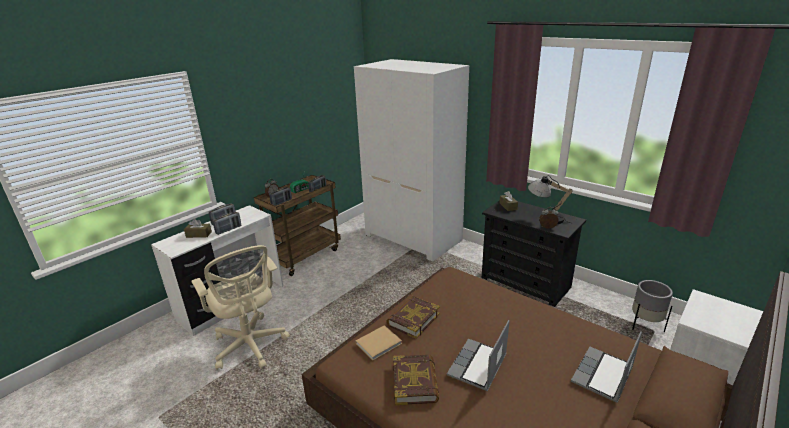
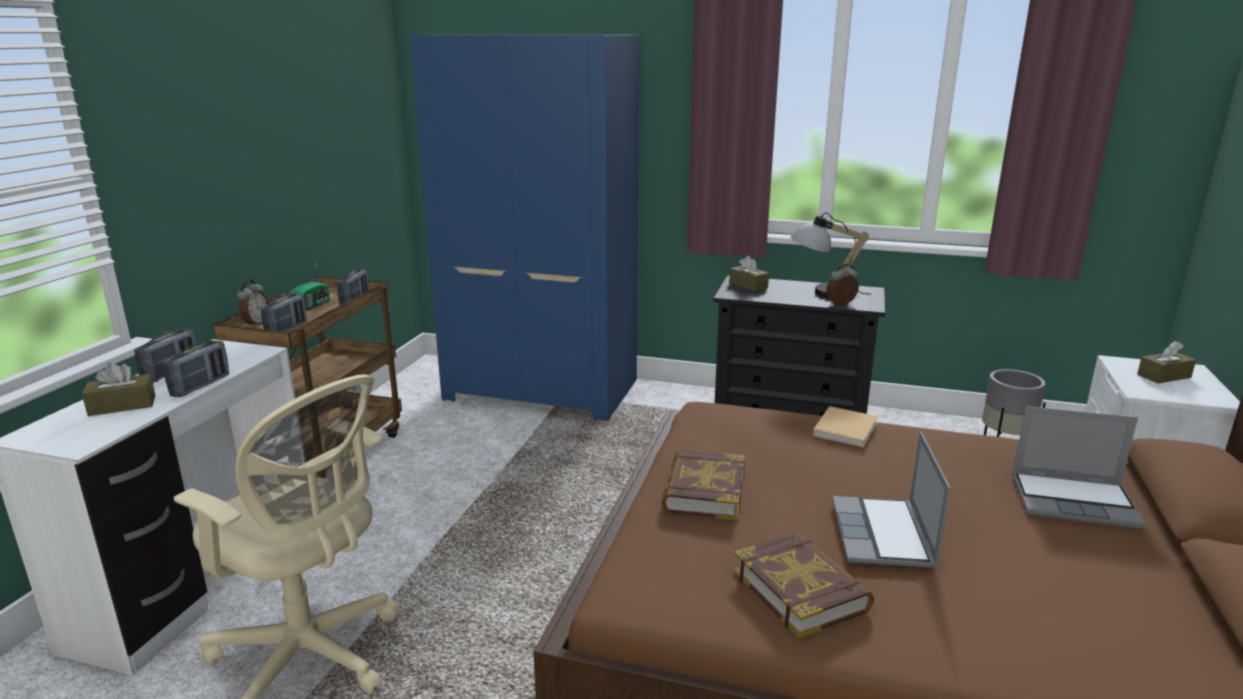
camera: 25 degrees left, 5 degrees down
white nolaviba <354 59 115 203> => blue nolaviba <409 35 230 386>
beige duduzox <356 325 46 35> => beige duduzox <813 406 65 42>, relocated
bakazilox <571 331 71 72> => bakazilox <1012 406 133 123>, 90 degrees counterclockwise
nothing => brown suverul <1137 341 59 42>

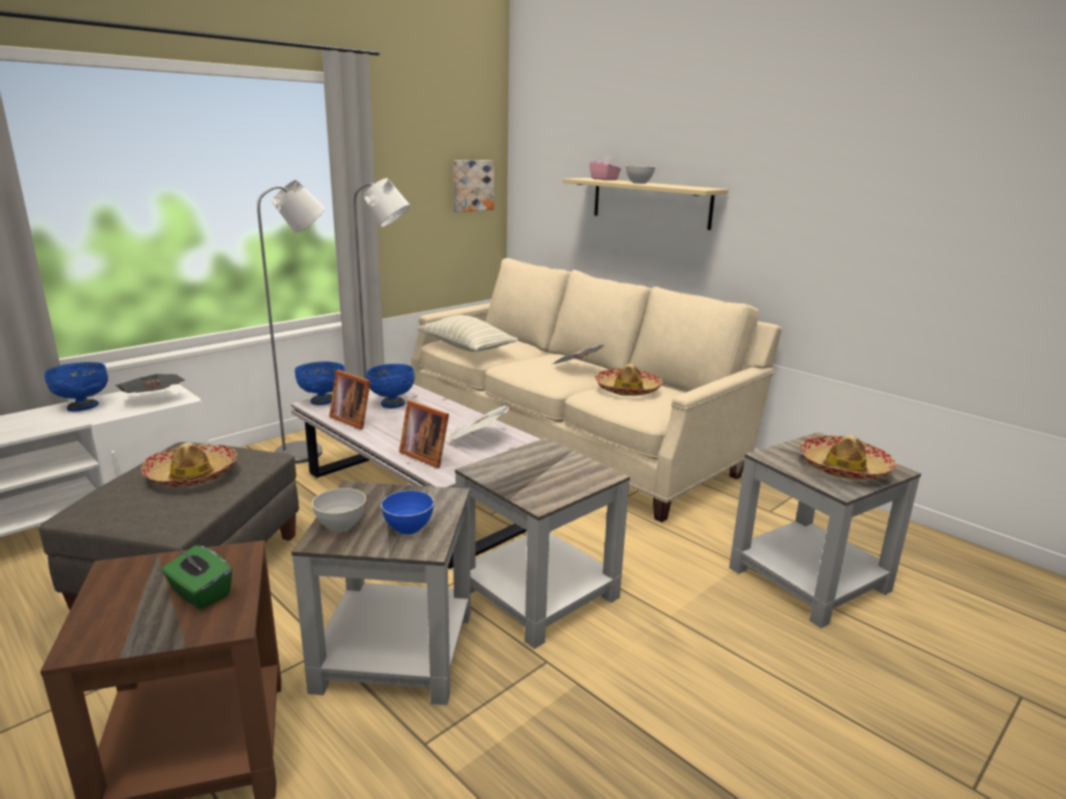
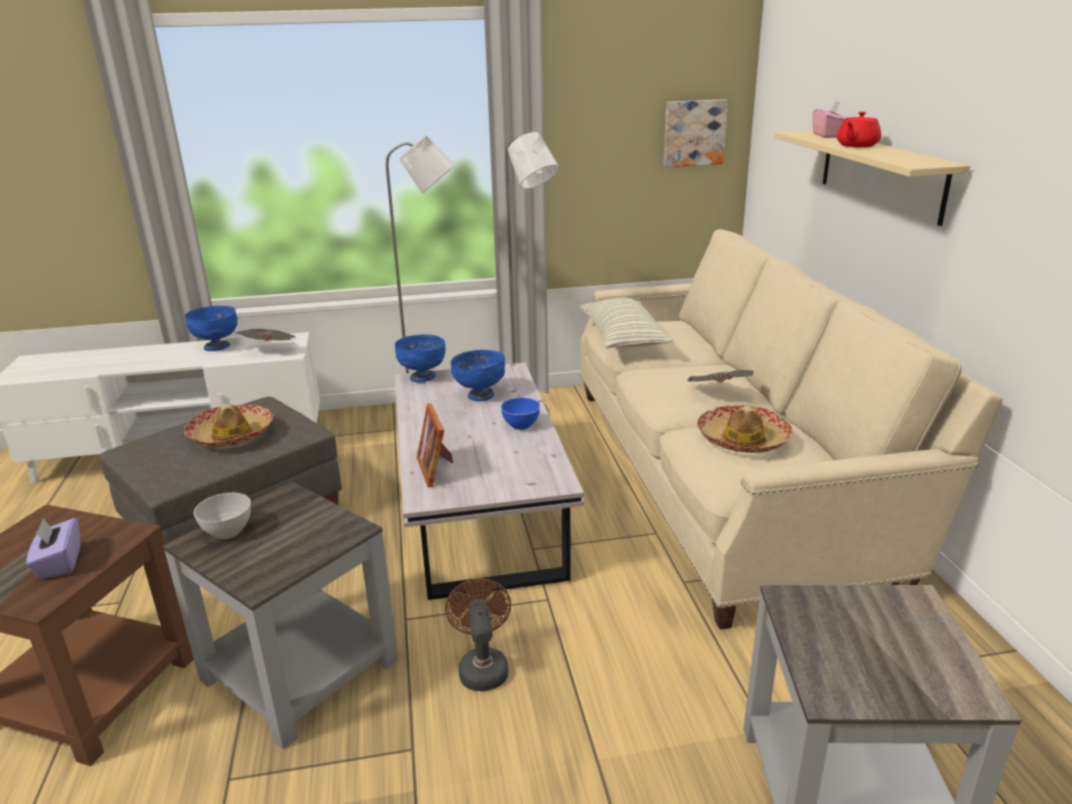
camera: 35 degrees right, 5 degrees up
green suverul <162 545 70 65> => purple suverul <26 518 55 61>
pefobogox <329 370 42 60> => nothing
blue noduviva <381 491 53 43> => blue noduviva <501 398 39 32>, relocated
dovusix <448 405 61 37> => nothing
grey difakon <455 438 175 211> => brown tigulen <445 578 66 113>
grey noduviva <626 165 29 19> => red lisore <837 112 44 36>
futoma <800 435 96 45> => nothing

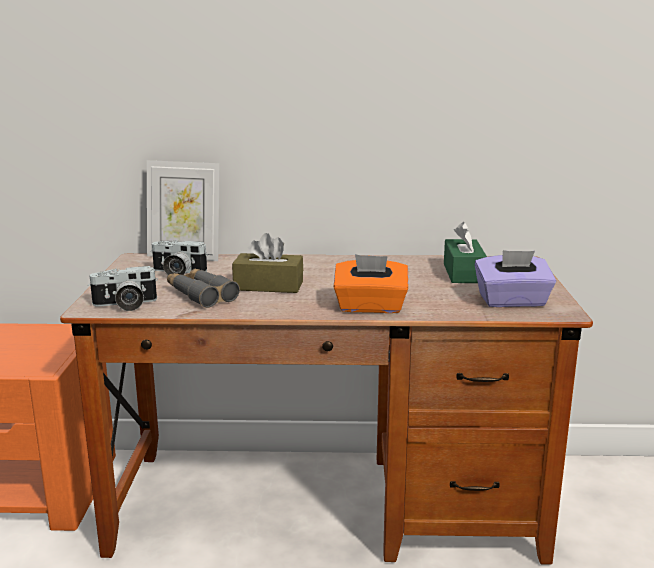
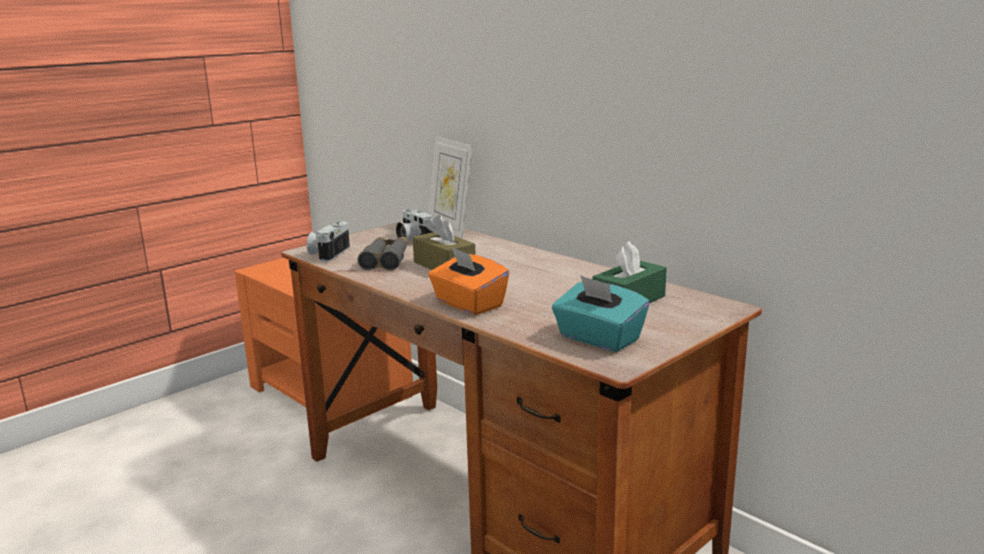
camera: 45 degrees right, 0 degrees up
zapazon <88 266 70 45> => zapazon <307 221 43 41>, 75 degrees clockwise
purple suverul <475 250 81 57> => turquoise suverul <552 275 97 77>

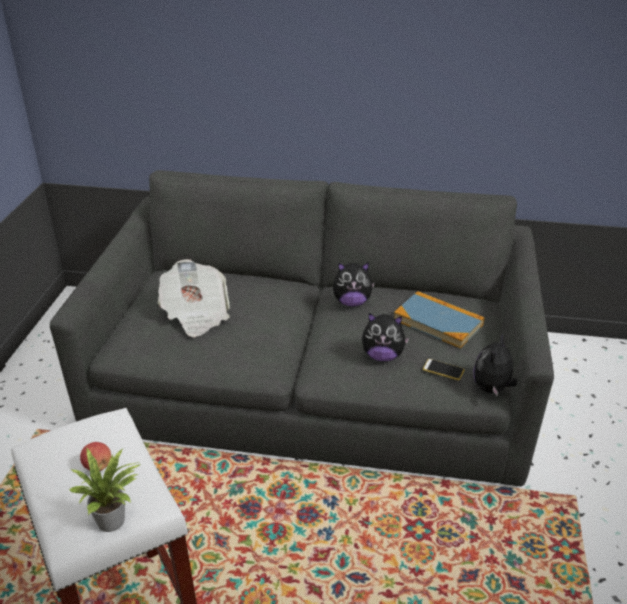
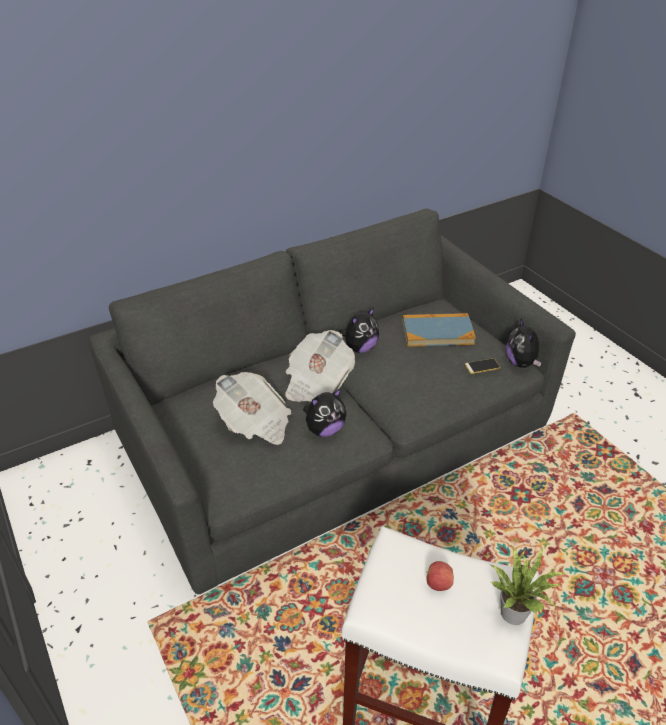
camera: 40 degrees left, 5 degrees up
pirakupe <362 313 48 48> => pirakupe <303 389 43 48>, relocated
nothing => dovusix <285 330 70 72>

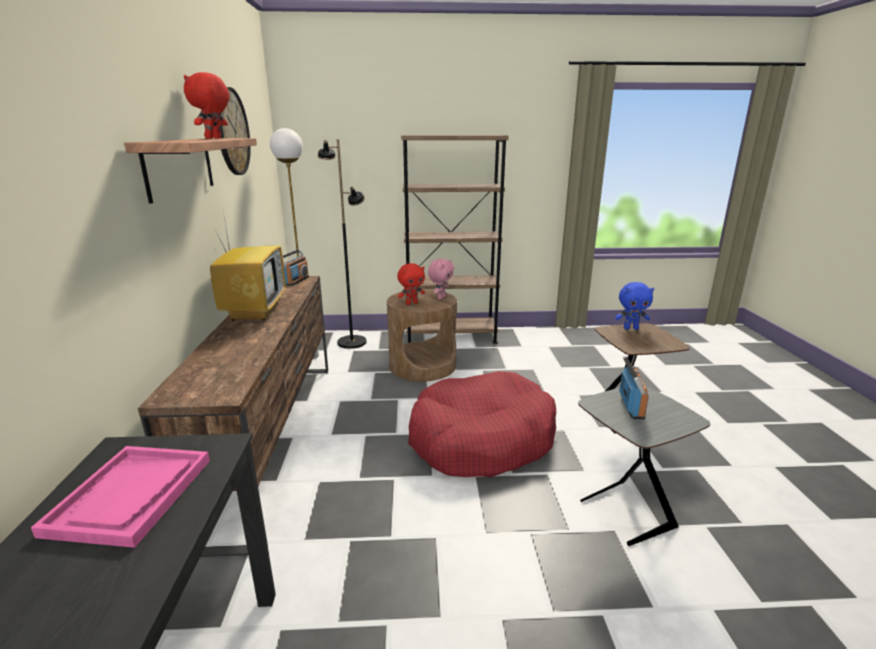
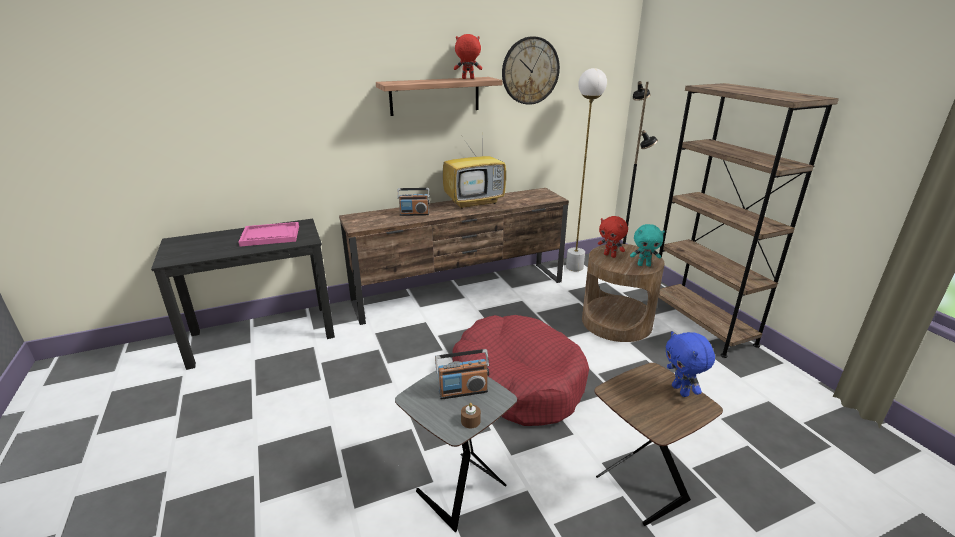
camera: 70 degrees right, 5 degrees up
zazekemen <282 249 27 37> => zazekemen <397 188 33 28>, relocated
pink pirakupe <428 259 26 41> => turquoise pirakupe <630 224 35 42>
nothing => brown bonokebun <461 403 20 25>

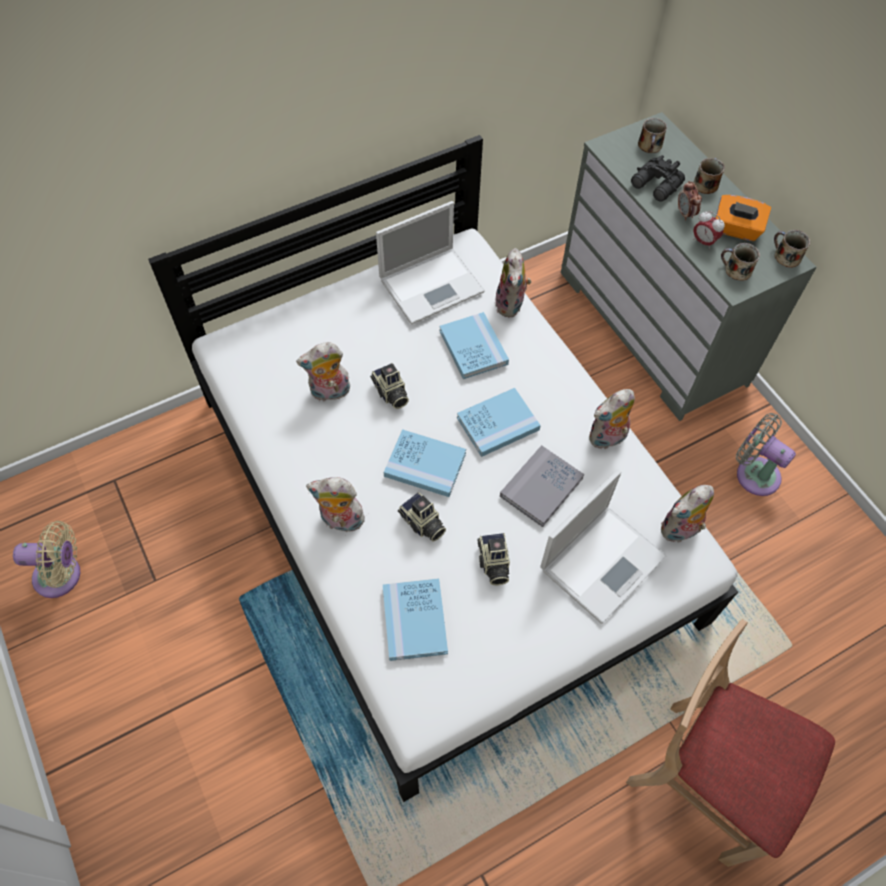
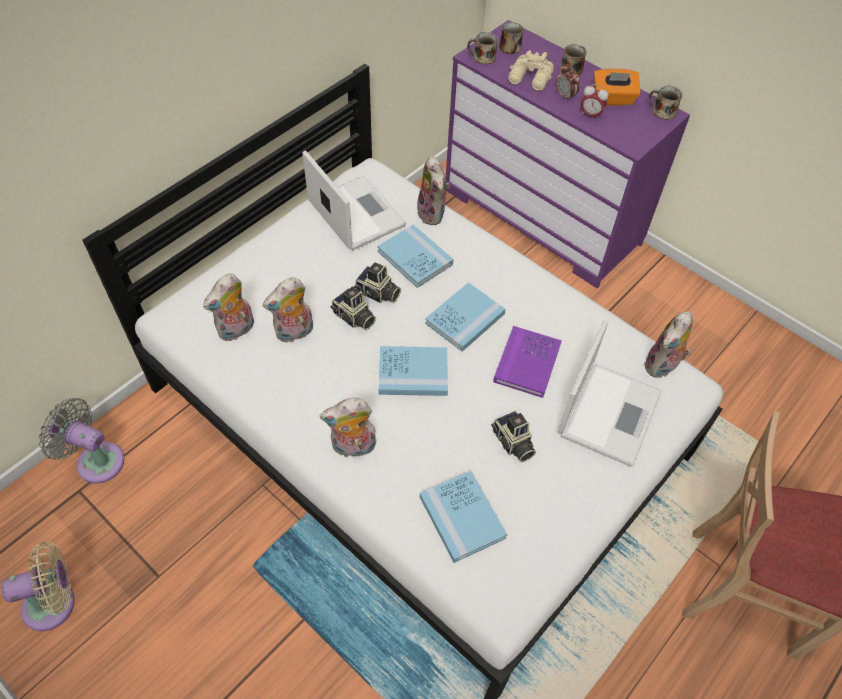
camera: 20 degrees left, 5 degrees down
bakazilox <376 201 109 124> => bakazilox <302 150 104 101>, 75 degrees counterclockwise
zapazon <398 492 48 50> => zapazon <354 262 47 41>, relocated
grey duduzox <500 445 84 82> => purple duduzox <493 326 69 72>
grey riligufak <561 112 256 309> => purple riligufak <446 20 244 268>
pirakupe <589 389 46 61> => pirakupe <203 273 51 69>, relocated
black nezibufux <631 155 54 47> => beige nezibufux <508 50 46 41>
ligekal <721 243 39 38> => ligekal <467 32 31 32>, relocated
grey tigulen <736 413 60 83> => grey tigulen <39 398 86 86>, relocated

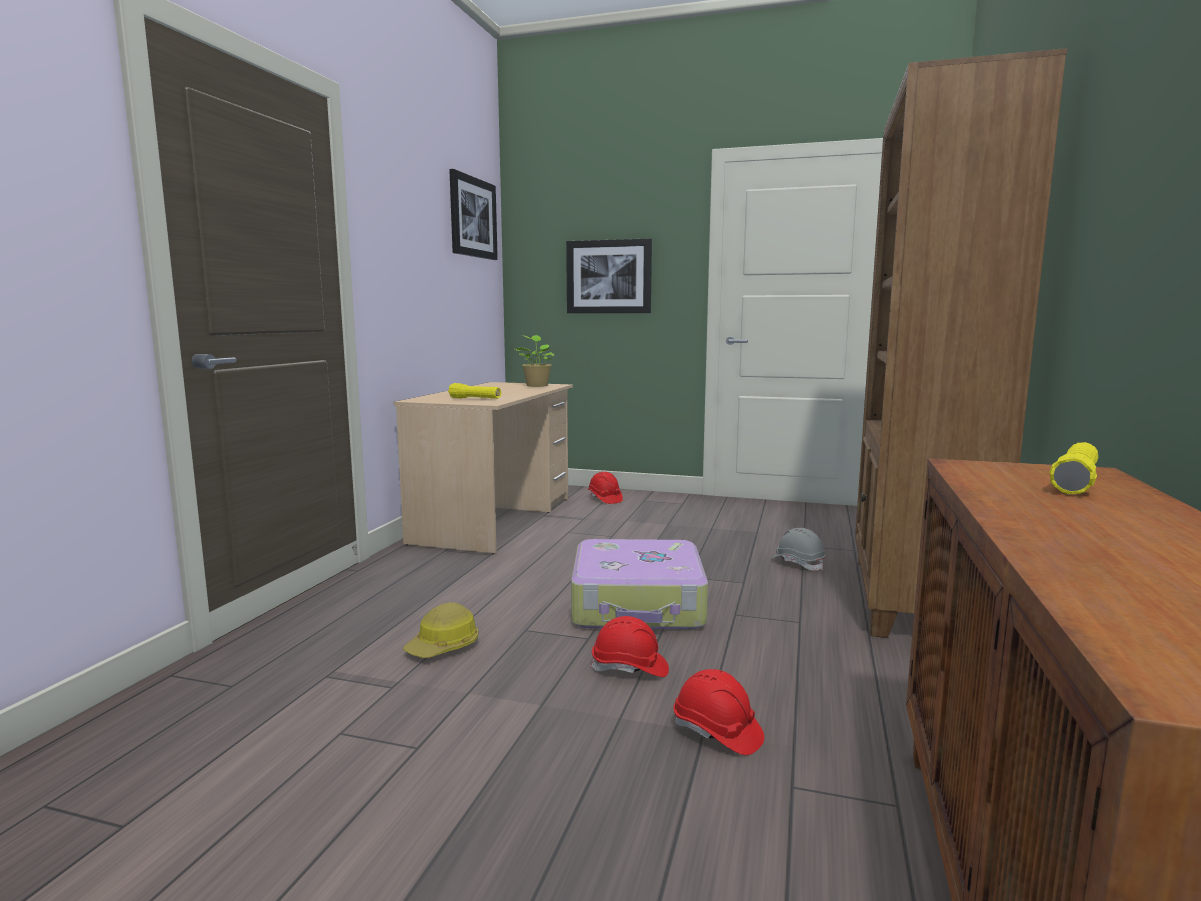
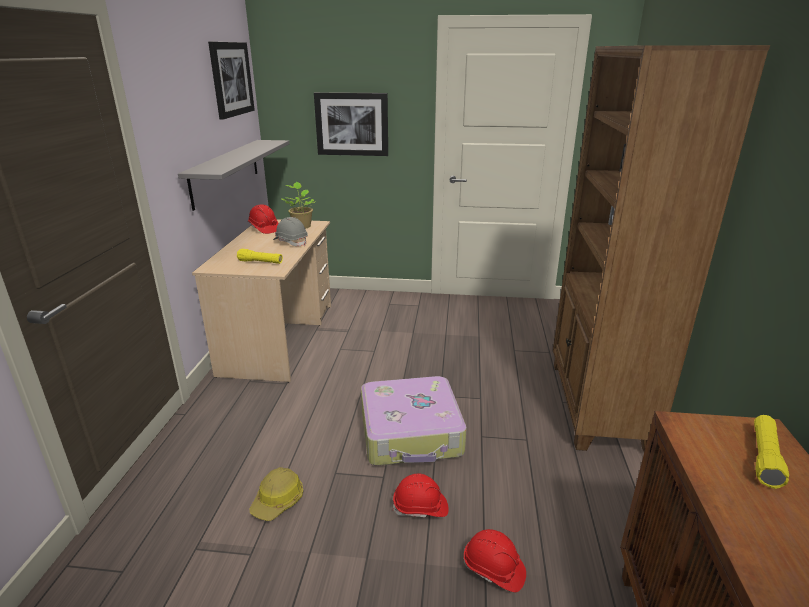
camera: 10 degrees left, 15 degrees up
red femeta <588 472 35 32> => red femeta <248 204 31 30>, relocated
grey femeta <771 528 55 43> => grey femeta <273 217 35 29>, relocated
nothing => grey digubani <178 140 111 71>

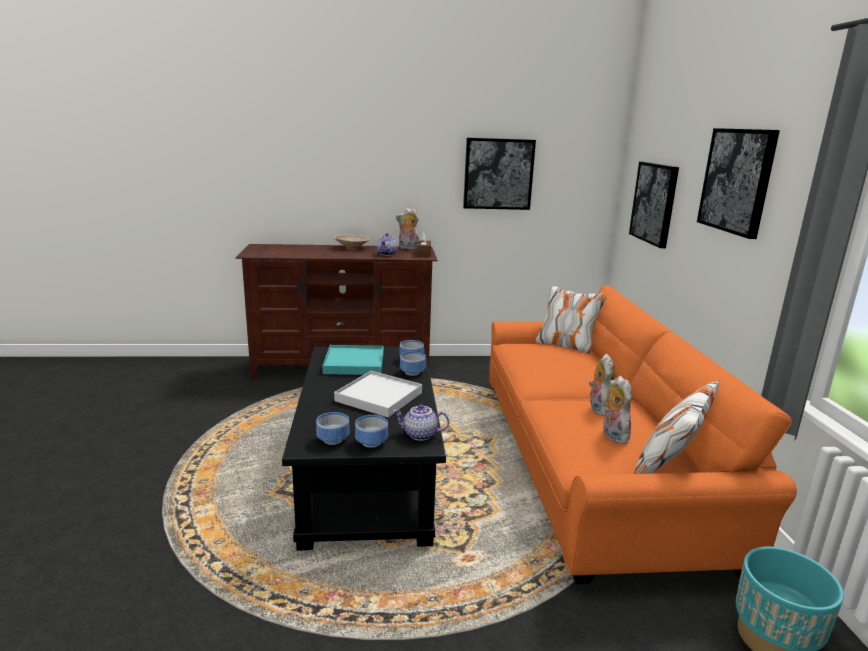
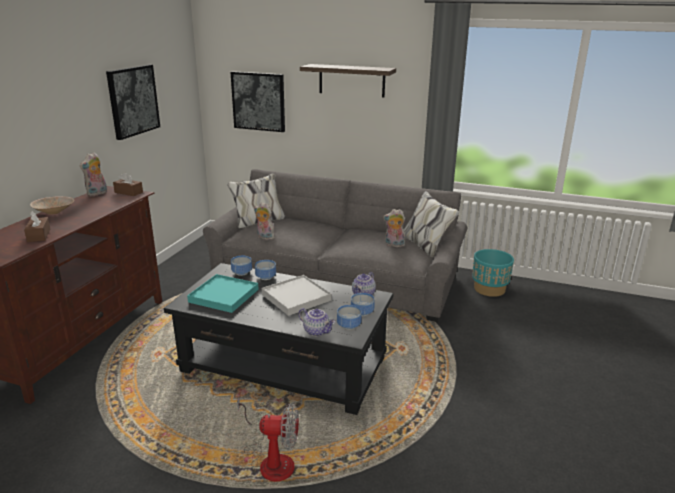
camera: 65 degrees left, 5 degrees up
lisore <376 233 22 23> => lisore <299 308 36 28>, relocated
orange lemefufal <489 285 308 299> => grey lemefufal <203 169 264 154>
pirakupe <589 354 26 62> => pirakupe <254 202 21 38>, relocated
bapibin <697 128 83 111> => digubani <300 64 96 33>
nothing => brown suverul <24 211 26 31>
nothing => tigulen <237 397 62 84>

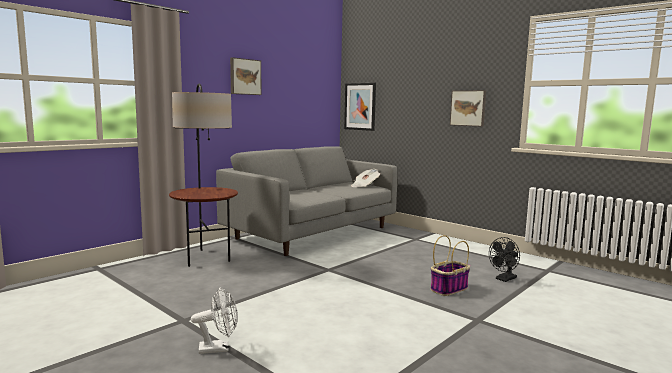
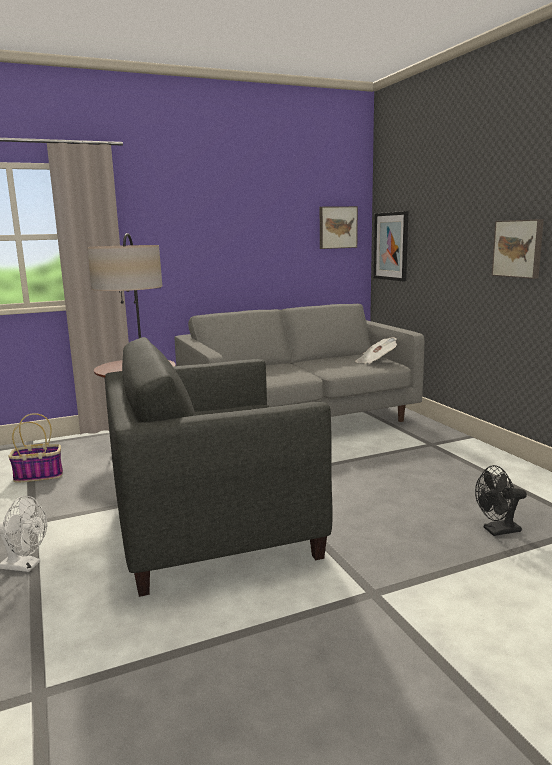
camera: 25 degrees right, 5 degrees up
bapibin <230 57 31 38> => bapibin <320 206 38 43>, relocated
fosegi <430 235 40 61> => fosegi <8 413 55 70>, relocated
nothing => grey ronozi <105 337 227 260>

